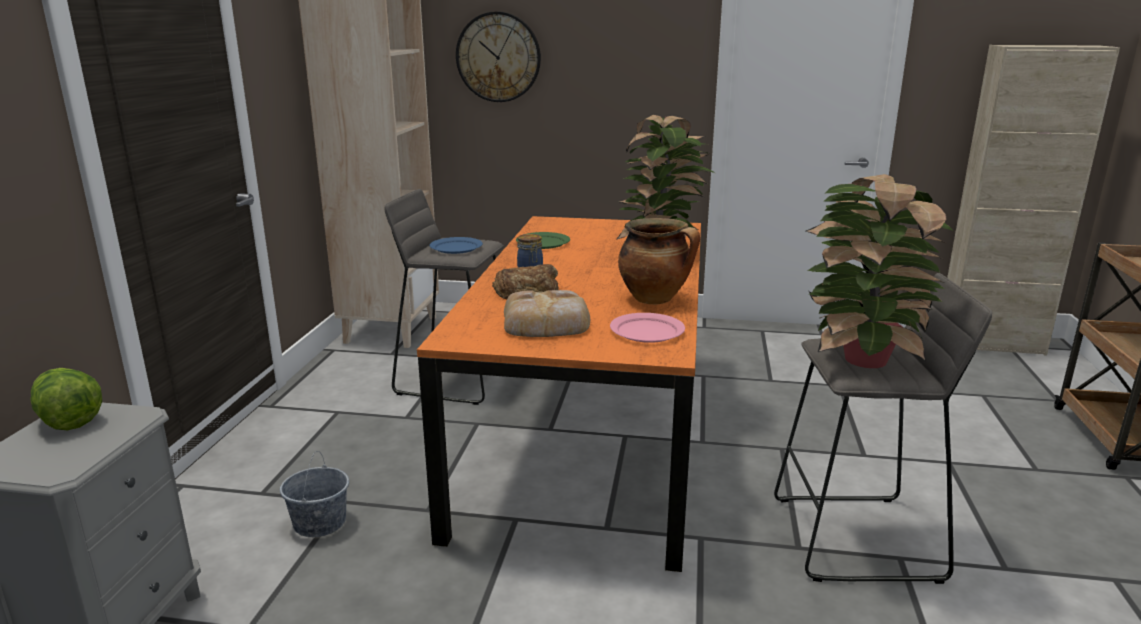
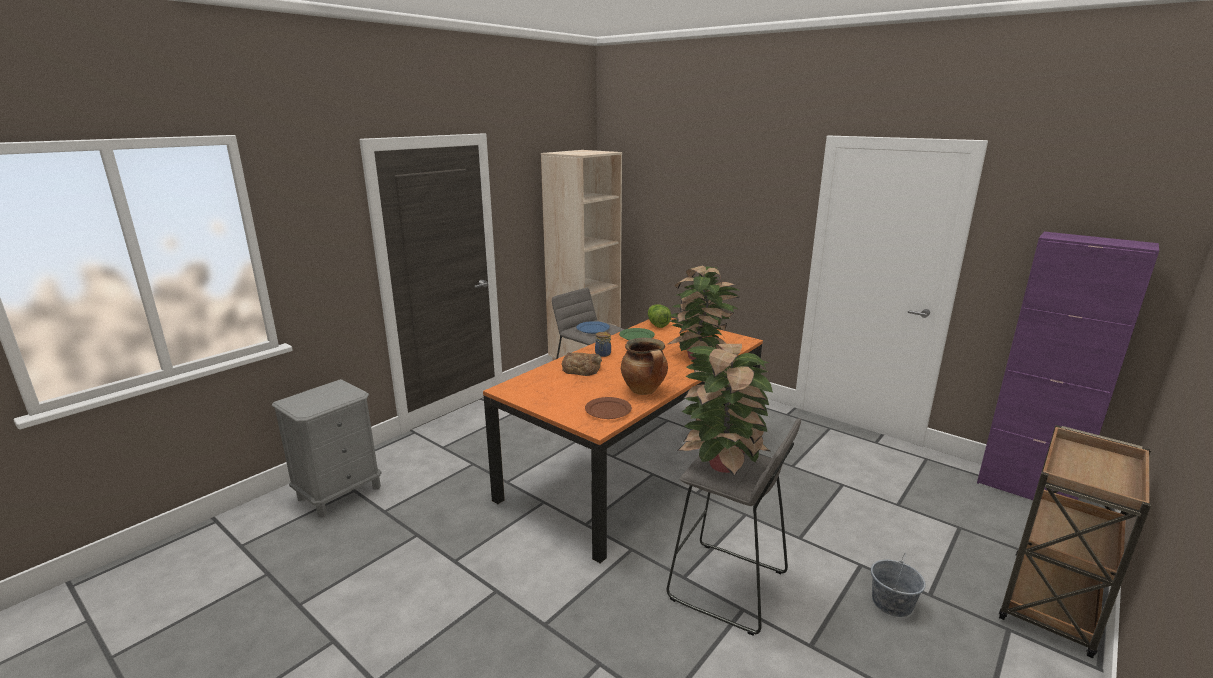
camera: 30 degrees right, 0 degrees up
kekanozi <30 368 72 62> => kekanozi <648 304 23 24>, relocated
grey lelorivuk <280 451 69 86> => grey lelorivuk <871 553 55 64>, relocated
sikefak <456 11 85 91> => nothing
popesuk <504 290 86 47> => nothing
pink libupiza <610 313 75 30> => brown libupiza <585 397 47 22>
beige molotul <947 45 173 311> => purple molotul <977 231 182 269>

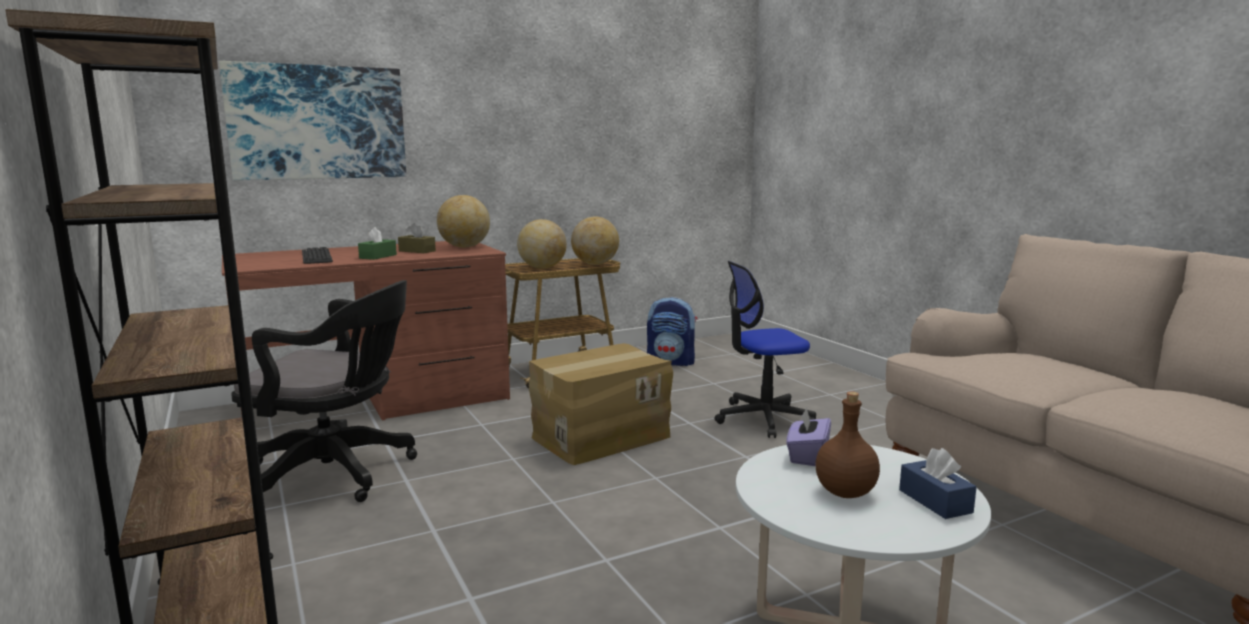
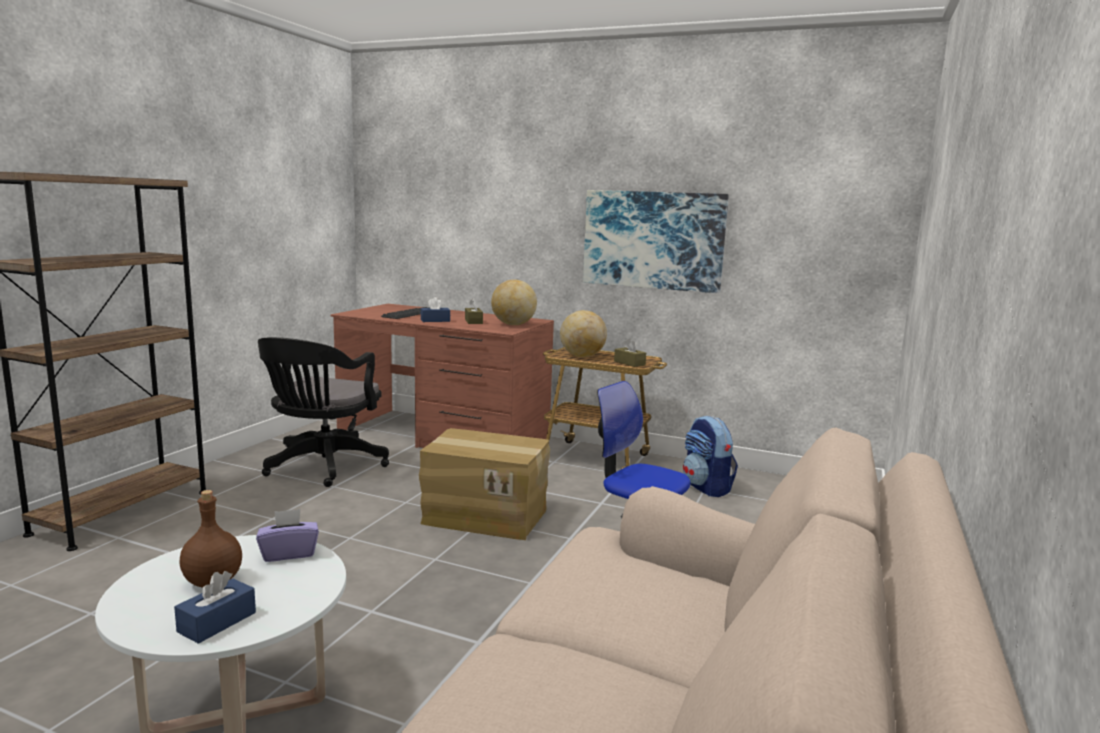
camera: 50 degrees right, 0 degrees up
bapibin <219 61 187 119> => bapibin <583 190 146 103>, relocated
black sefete <231 280 186 222> => black sefete <258 337 131 150>, 45 degrees clockwise
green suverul <358 227 39 33> => blue suverul <421 297 29 25>
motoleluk <571 217 48 48> => brown suverul <614 338 32 29>

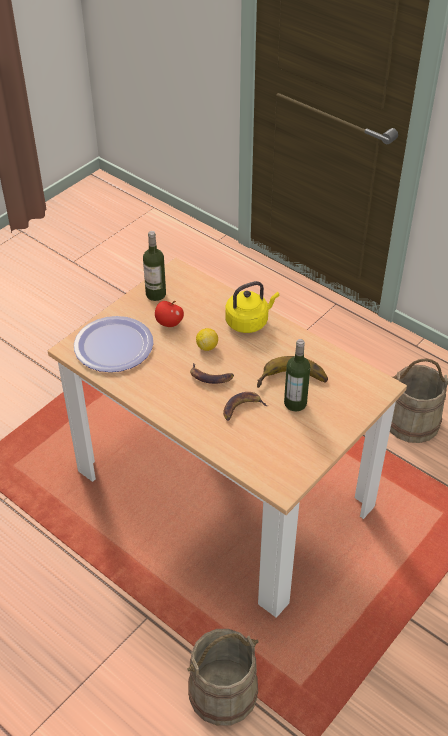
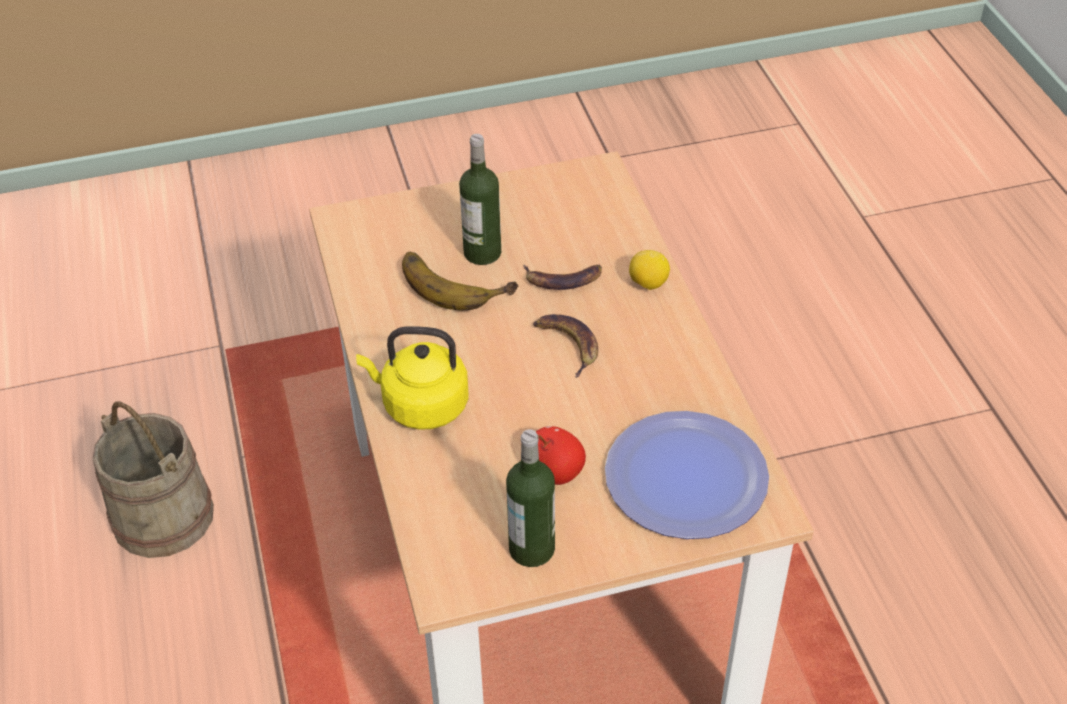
camera: 145 degrees left, 0 degrees up
beige lelorivuk <187 629 72 97> => nothing
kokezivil <196 328 22 23> => kokezivil <629 250 41 40>, relocated

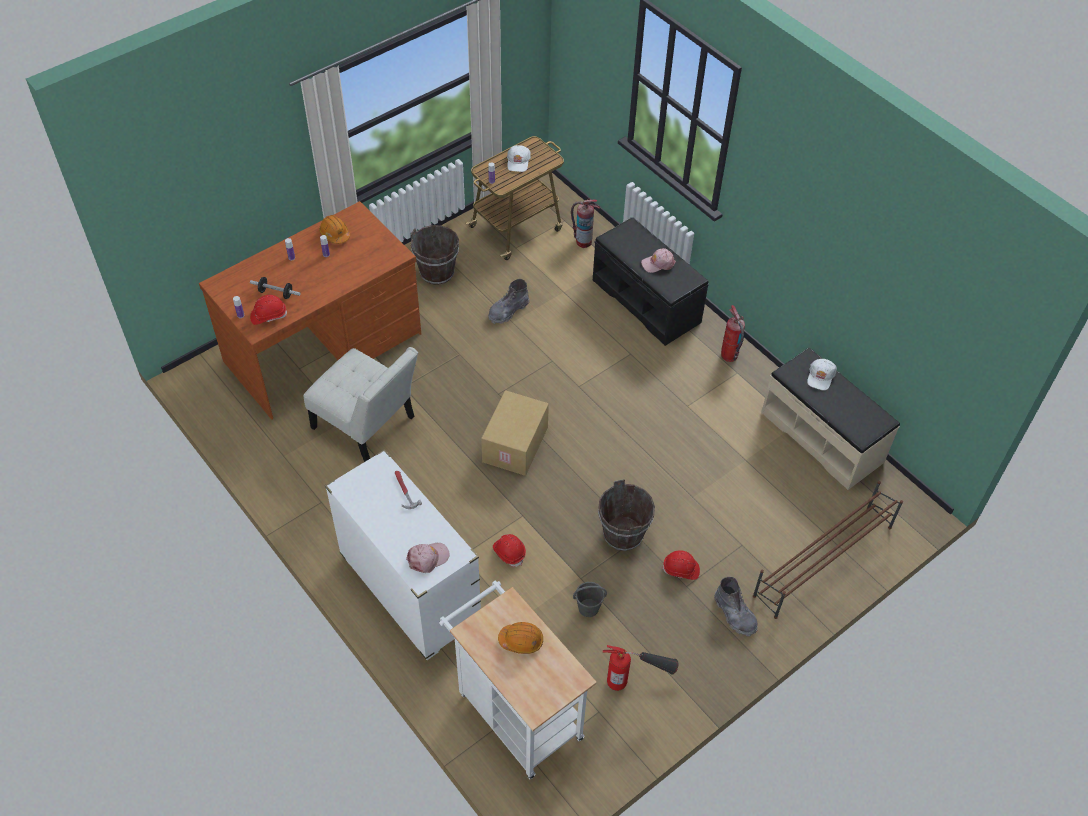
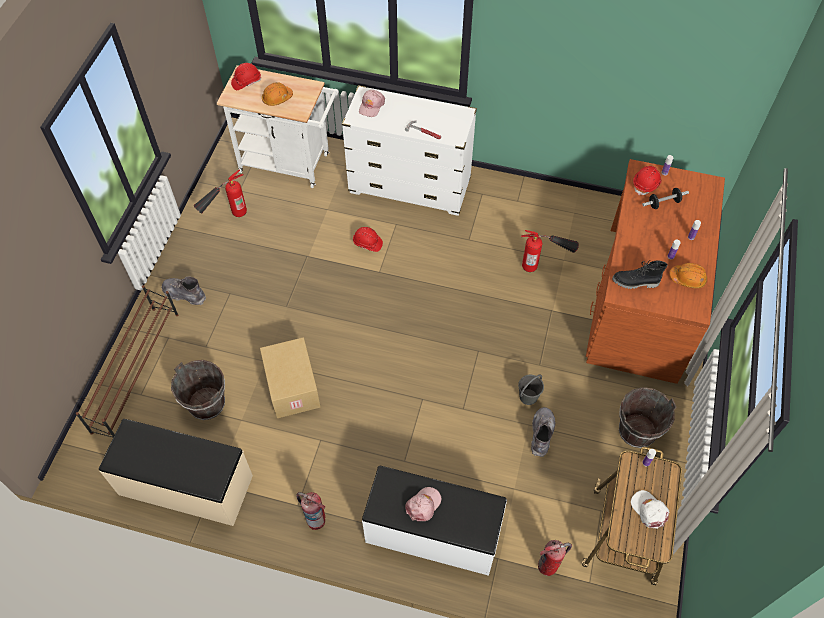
camera: 145 degrees right, 5 degrees up
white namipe <304 347 114 115> => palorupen <521 230 58 42>
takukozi <481 390 68 86> => takukozi <260 337 61 81>, relocated
grey lelorivuk <573 582 34 35> => grey lelorivuk <518 375 26 30>, relocated
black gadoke <593 217 116 129> => white gadoke <362 466 145 110>
brown lelorivuk <598 479 57 72> => brown lelorivuk <171 360 54 60>, relocated
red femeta <662 550 38 30> => red femeta <231 63 30 27>, relocated
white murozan <807 359 30 31> => nothing
nothing => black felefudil <612 260 56 29>

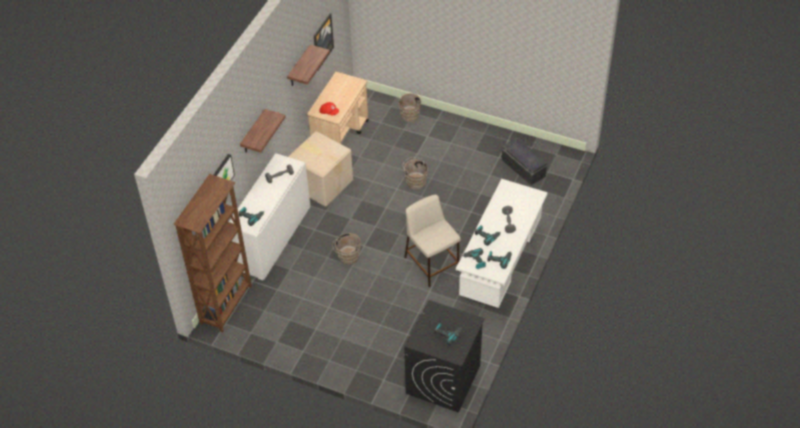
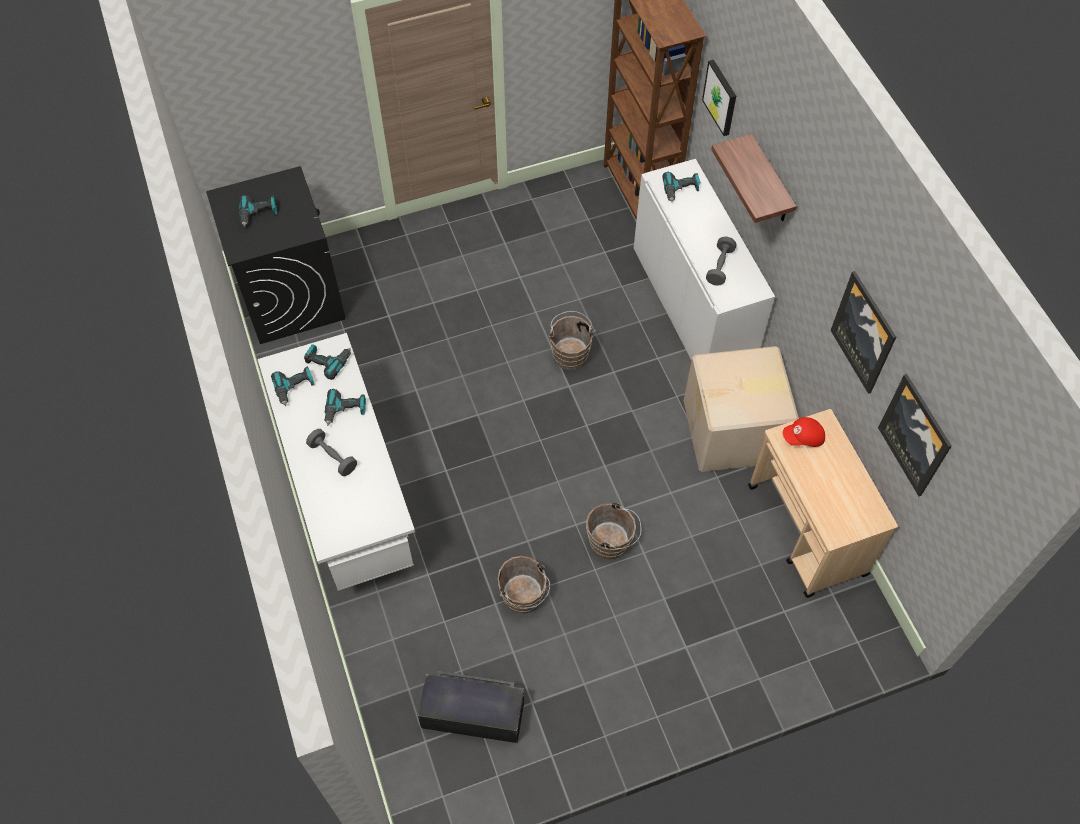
camera: 135 degrees right, 10 degrees up
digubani <287 45 43 41> => bapibin <830 271 66 123>
brown lelorivuk <398 91 24 31> => brown lelorivuk <498 556 52 58>, relocated
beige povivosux <404 195 57 92> => nothing

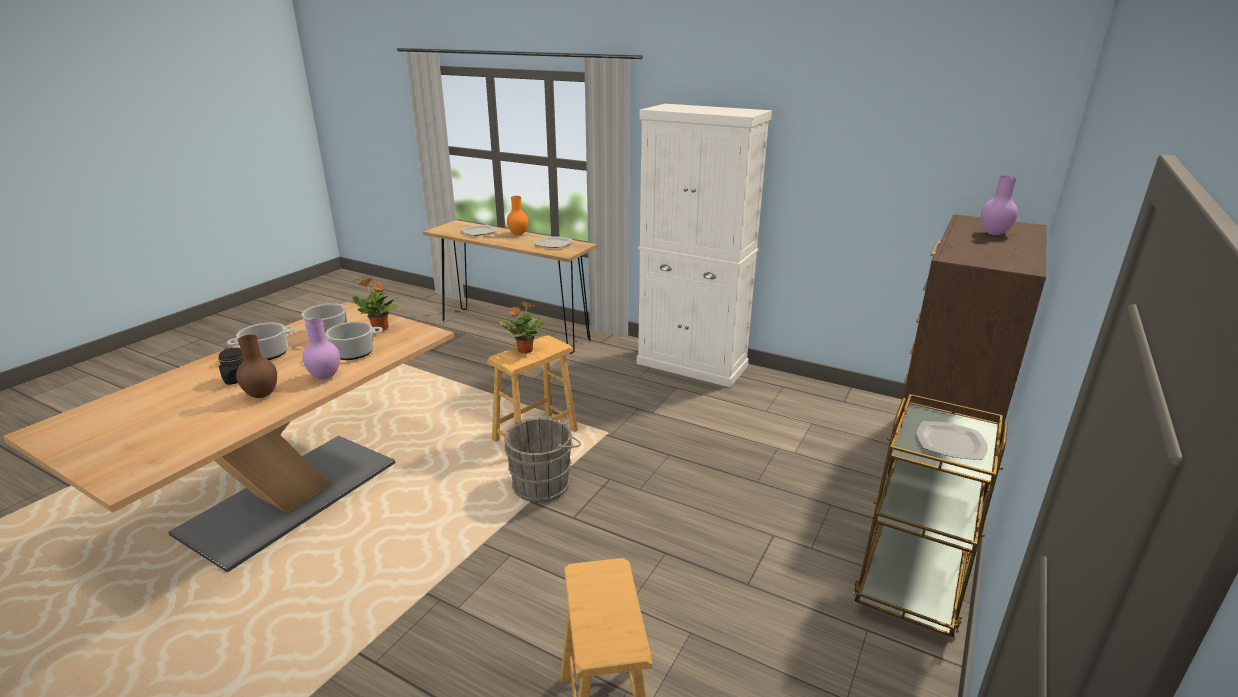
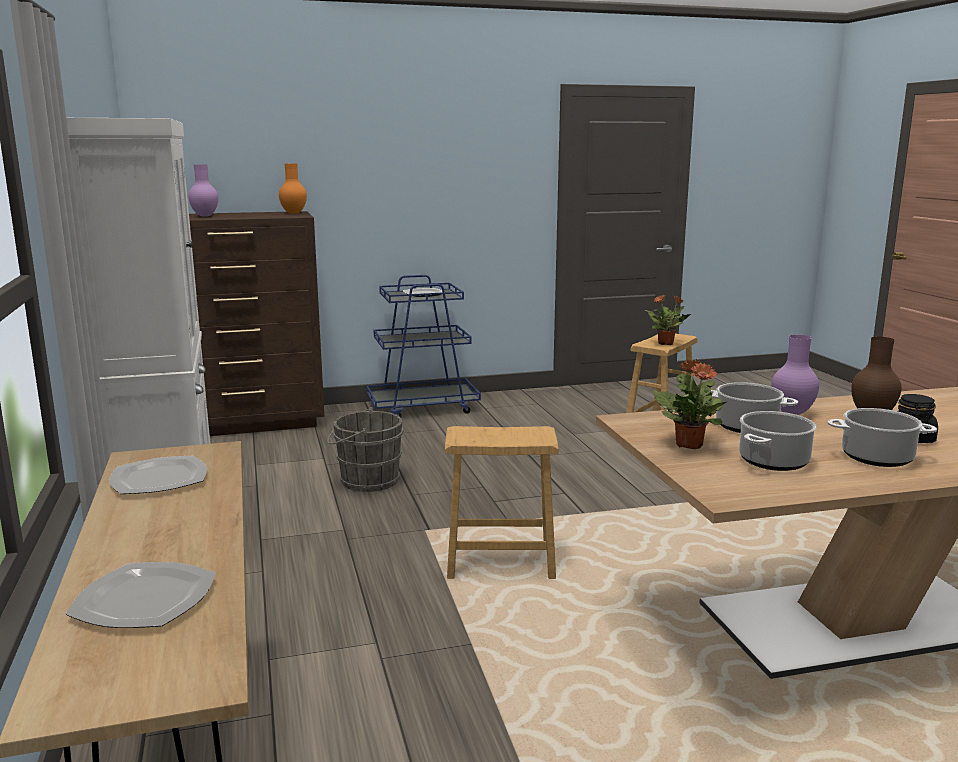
camera: 135 degrees left, 10 degrees down
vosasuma <498 301 48 53> => vosasuma <645 295 46 50>, relocated
grey lelorivuk <504 418 77 85> => grey lelorivuk <327 407 77 85>, relocated
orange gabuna <507 196 21 39> => orange gabuna <279 164 28 50>, relocated
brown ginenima <853 394 155 243> => blue ginenima <366 275 115 142>

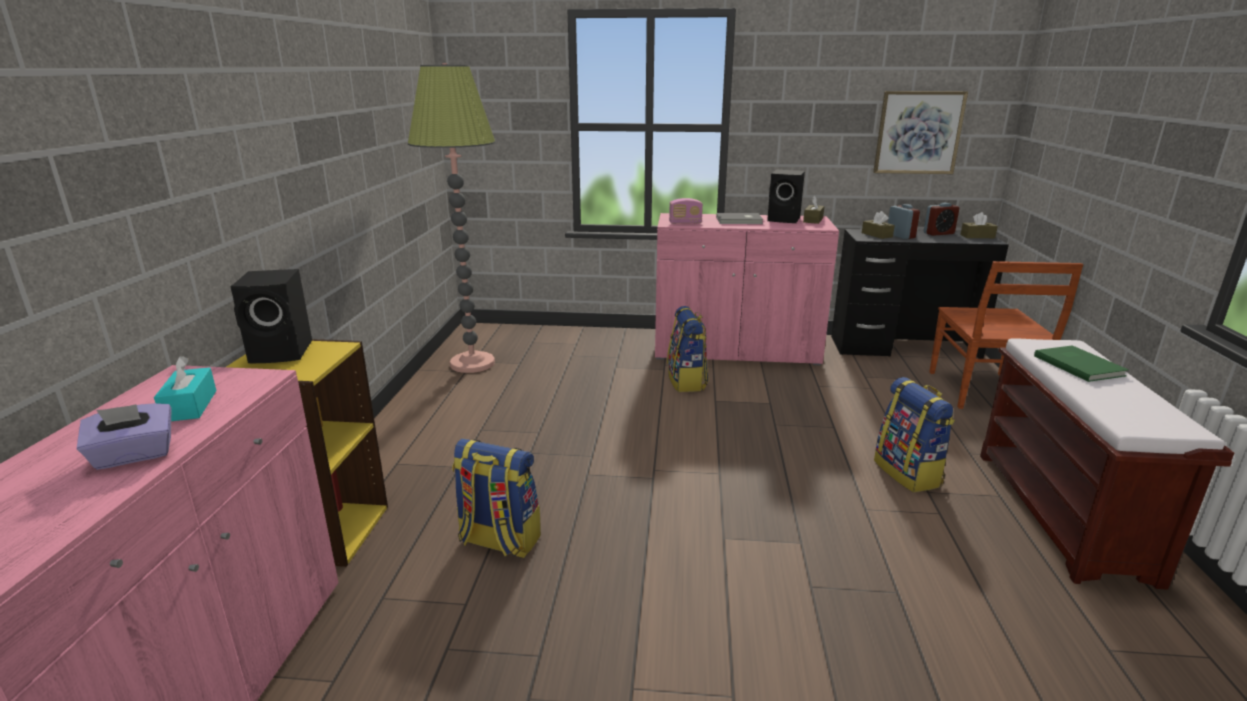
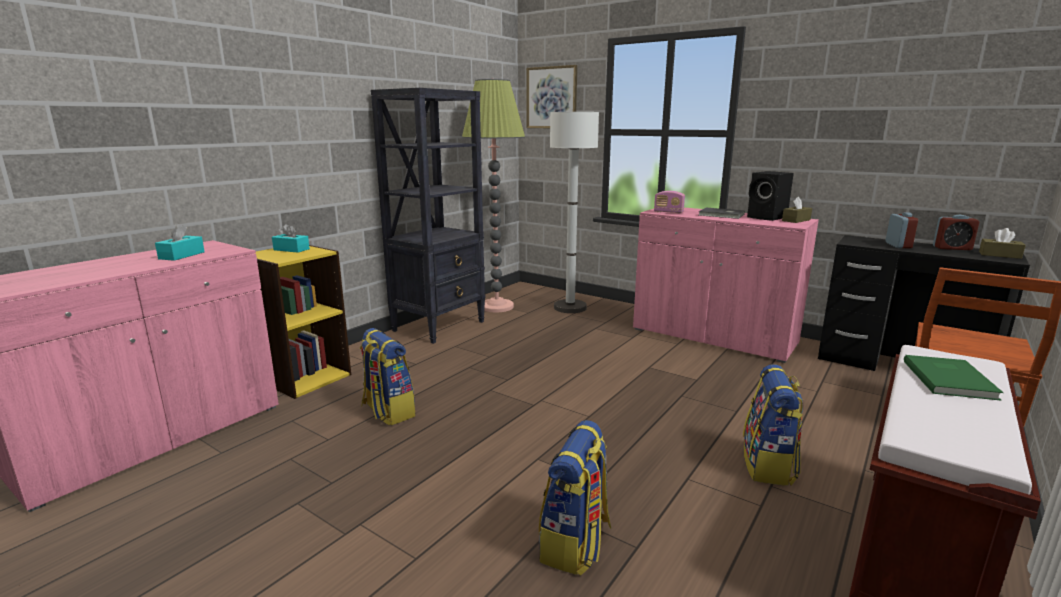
camera: 30 degrees right, 5 degrees down
purple suverul <77 403 94 67> => nothing
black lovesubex <230 269 82 94> => turquoise suverul <272 224 38 29>
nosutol <667 306 42 86> => nosutol <539 420 72 156>, relocated
brown suverul <862 211 33 28> => nothing
bapibin <873 91 95 83> => bapibin <526 65 51 63>, relocated
nothing => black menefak <371 88 114 256>
nothing => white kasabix <550 111 49 202>

